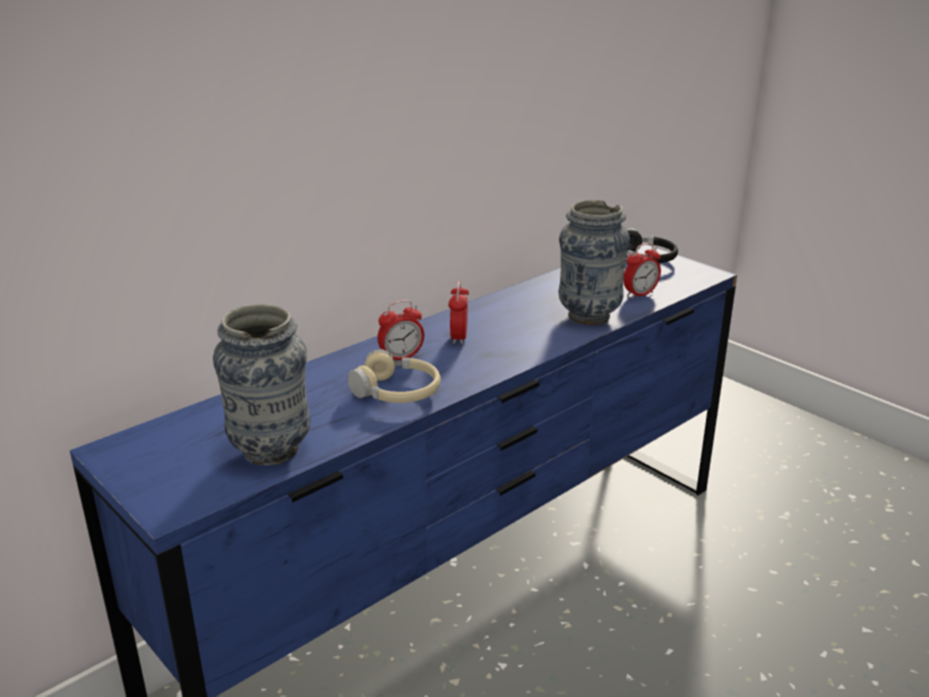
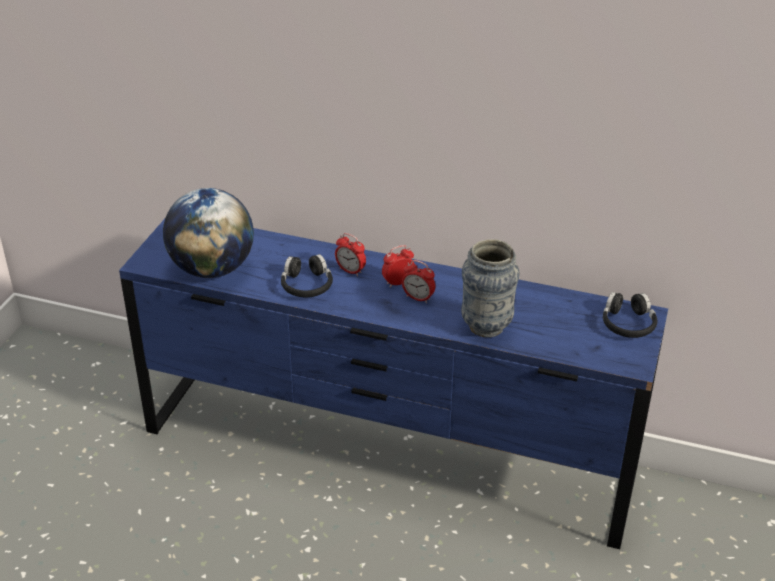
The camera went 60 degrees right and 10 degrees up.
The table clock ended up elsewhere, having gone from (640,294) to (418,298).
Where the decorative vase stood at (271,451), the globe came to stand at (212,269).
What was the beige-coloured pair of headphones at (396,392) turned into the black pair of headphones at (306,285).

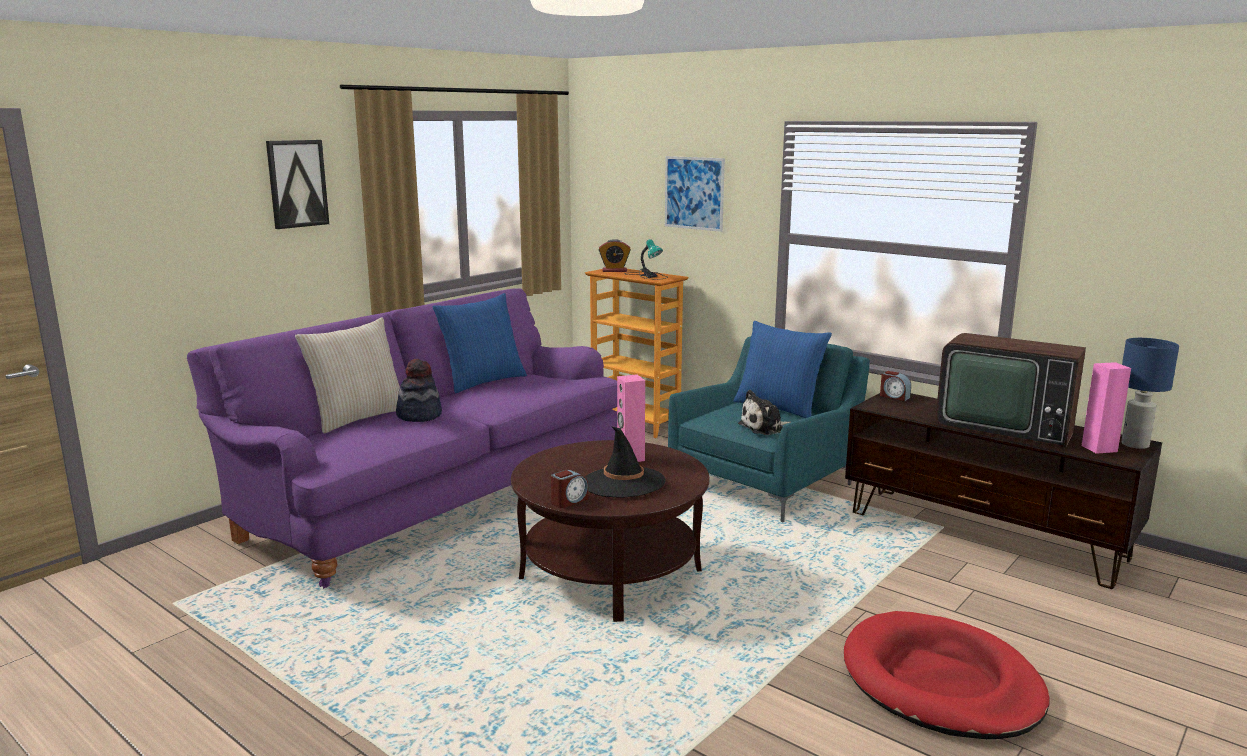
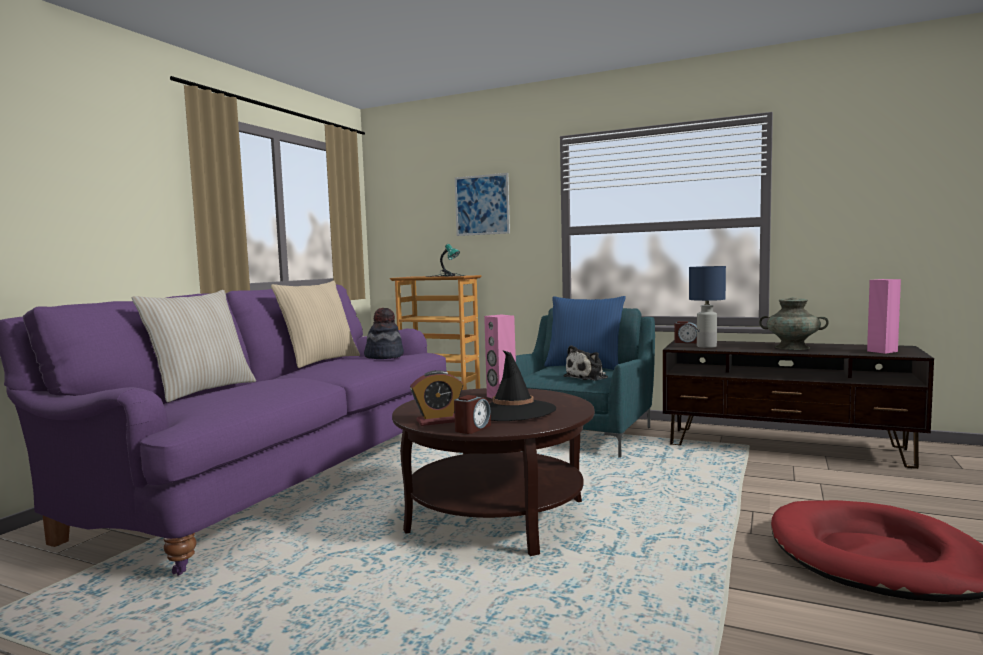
The camera went 15 degrees left and 10 degrees down.
The second view lost the wall picture at (297,183).
The table clock ended up elsewhere, having gone from (614,270) to (438,421).
What was the blue cushion at (482,381) turned into the beige-coloured cushion at (319,361).
Where the television stood at (1003,425), the turquoise decorative vase came to stand at (792,347).
The blue lamp for a table ended up elsewhere, having gone from (1134,445) to (706,346).
The wearable hat ended up elsewhere, having gone from (419,415) to (384,356).

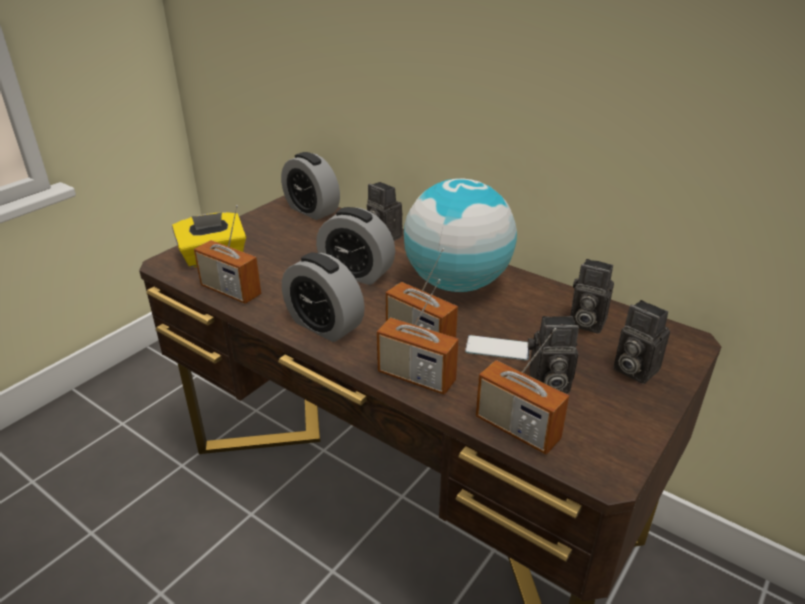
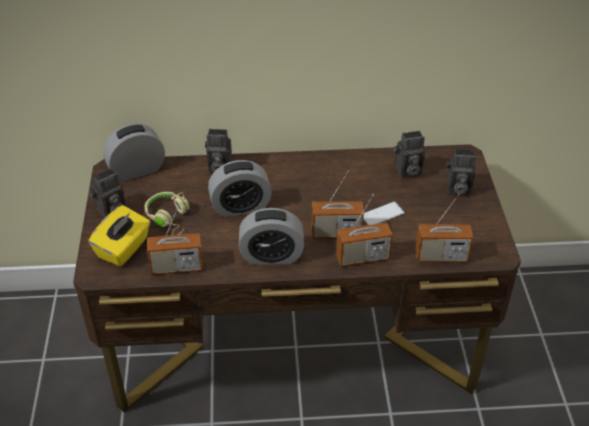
The camera went 40 degrees left and 10 degrees up.
The table clock at (312,210) ended up facing another way, 150 degrees clockwise from before.
The second view lost the globe at (456,283).
The still camera ended up elsewhere, having gone from (547,383) to (111,212).
The second view gained the beige-coloured pair of headphones at (170,218).

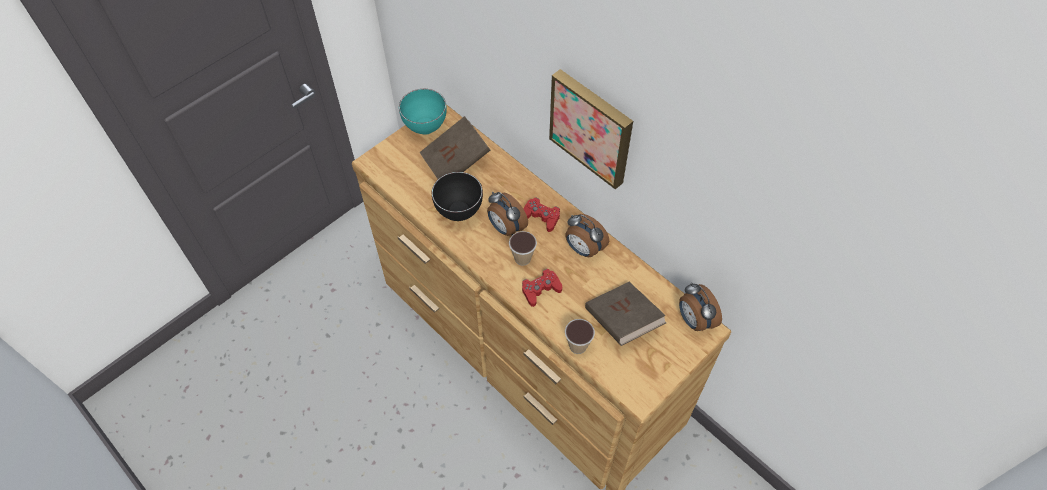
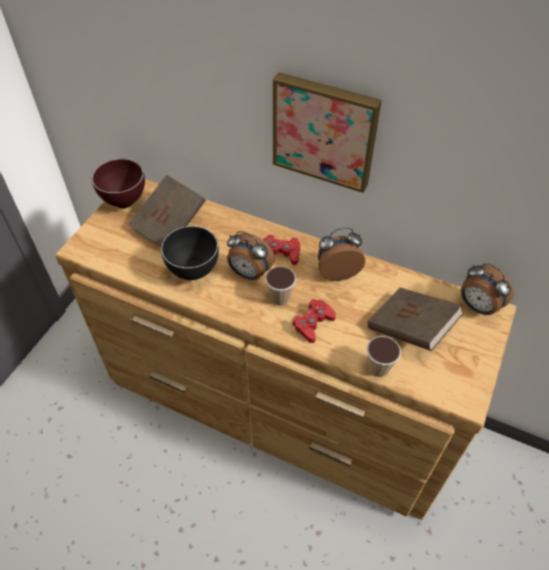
The camera went 20 degrees left and 5 degrees down.
What was the turquoise bowl at (425,129) turned into the brown bowl at (124,203).
The table clock at (583,249) ended up facing another way, 150 degrees clockwise from before.

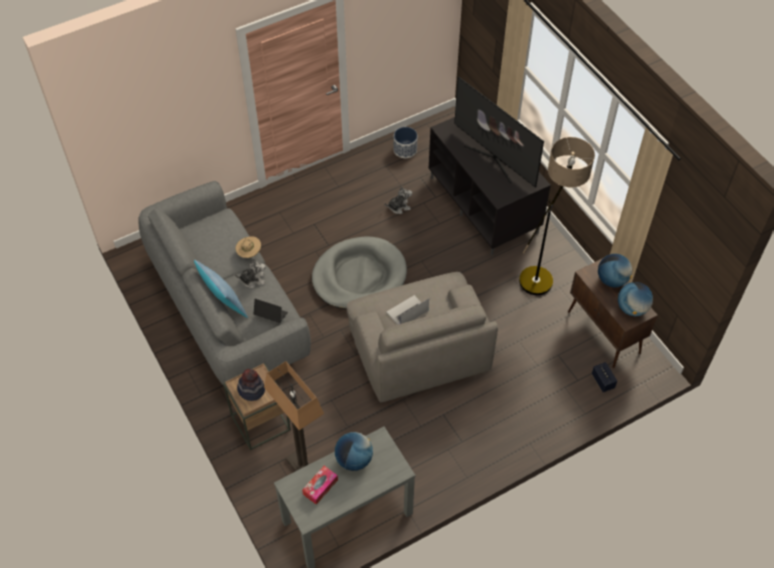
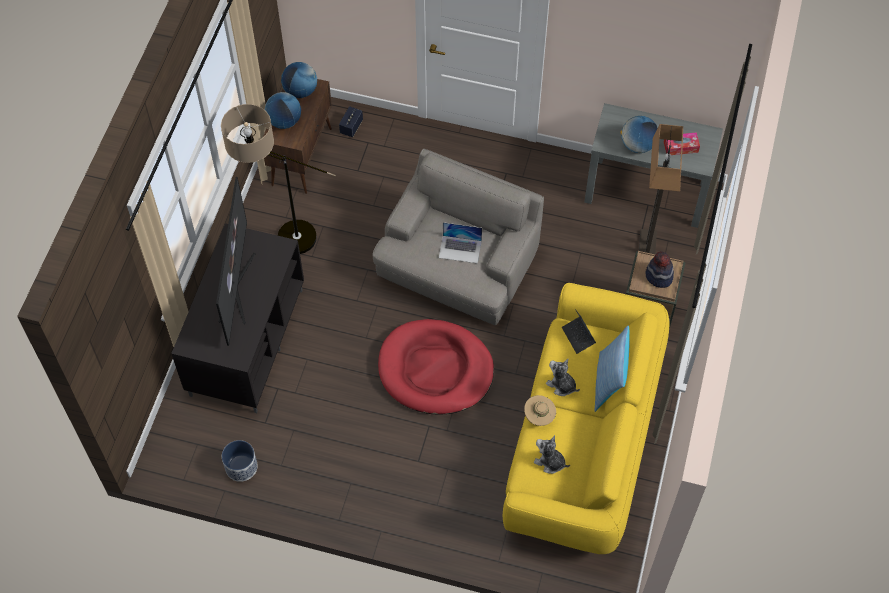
The camera went 135 degrees left and 5 degrees up.
What was the grey settee at (227,308) turned into the yellow-coloured settee at (582,440).
The plush toy ended up elsewhere, having gone from (399,207) to (550,462).
What was the grey pet bed at (359,276) turned into the red pet bed at (435,370).

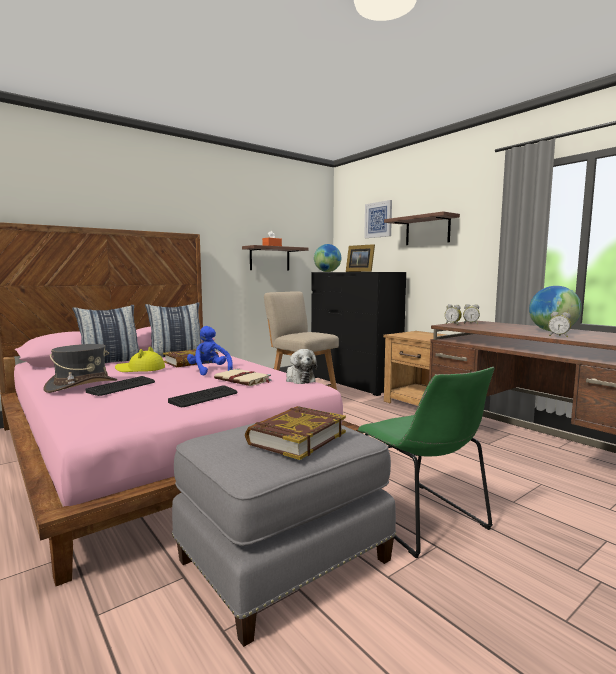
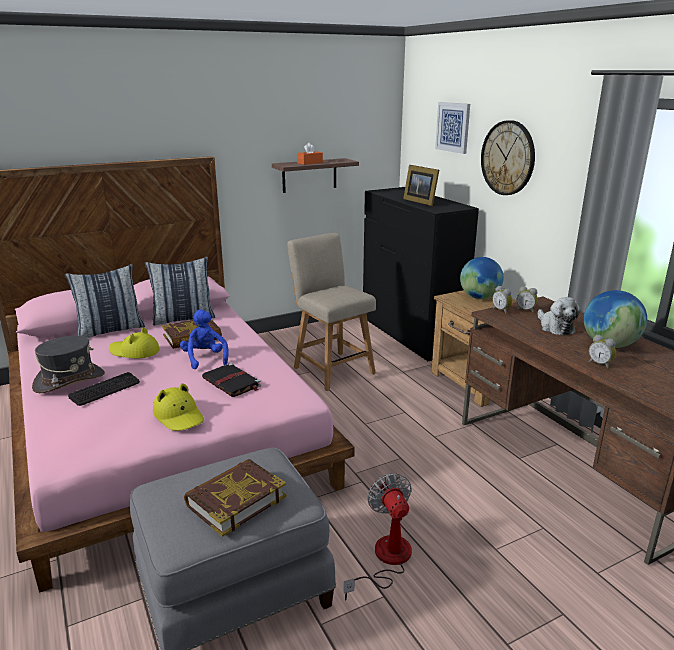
The camera went 10 degrees right and 15 degrees up.
Where the shelf hung at (427,230), the clock on the wall came to hang at (508,158).
The globe ended up elsewhere, having gone from (327,272) to (479,297).
The plush toy ended up elsewhere, having gone from (299,379) to (555,327).
Where the greenish plain chair stood at (421,519), the cooling fan came to stand at (385,560).
What was the beige-coloured bound book at (243,380) turned into the black bound book at (232,383).
Where the keyboard stood at (204,397), the yellow-coloured wearable hat came to stand at (179,416).

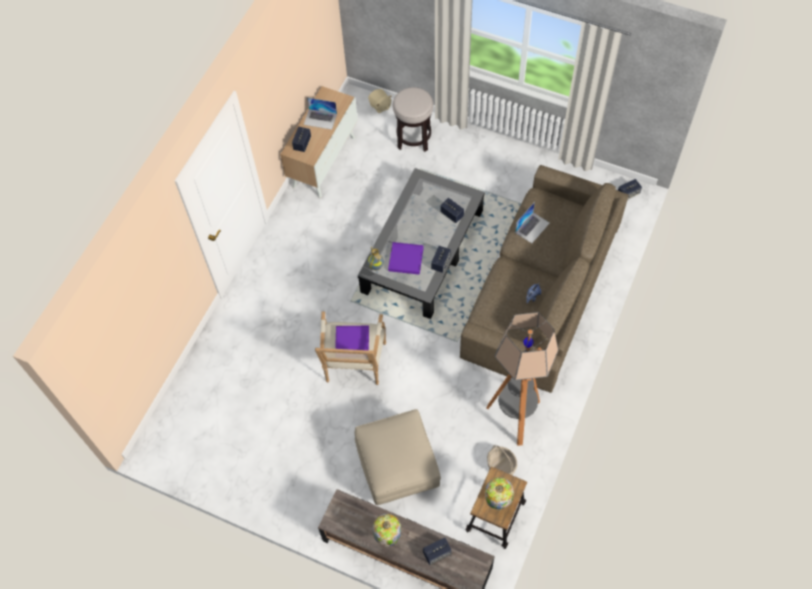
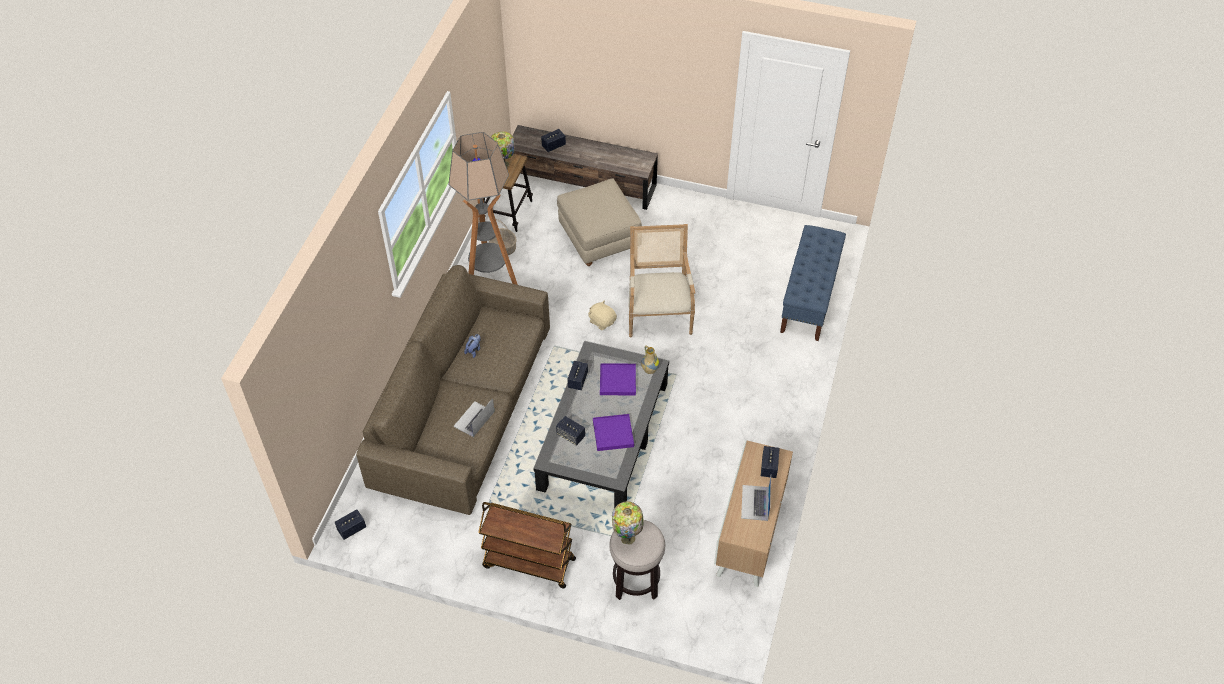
The camera went 170 degrees right and 10 degrees down.
The beige-coloured plush toy ended up elsewhere, having gone from (380,106) to (602,321).
The portable computer at (320,119) ended up facing another way, 90 degrees counterclockwise from before.
The purple-coloured serving tray ended up elsewhere, having gone from (352,342) to (613,433).
The lamp for a table ended up elsewhere, having gone from (387,538) to (627,537).
The second view gained the blue long seat at (809,298).
The second view gained the brown cart at (528,563).

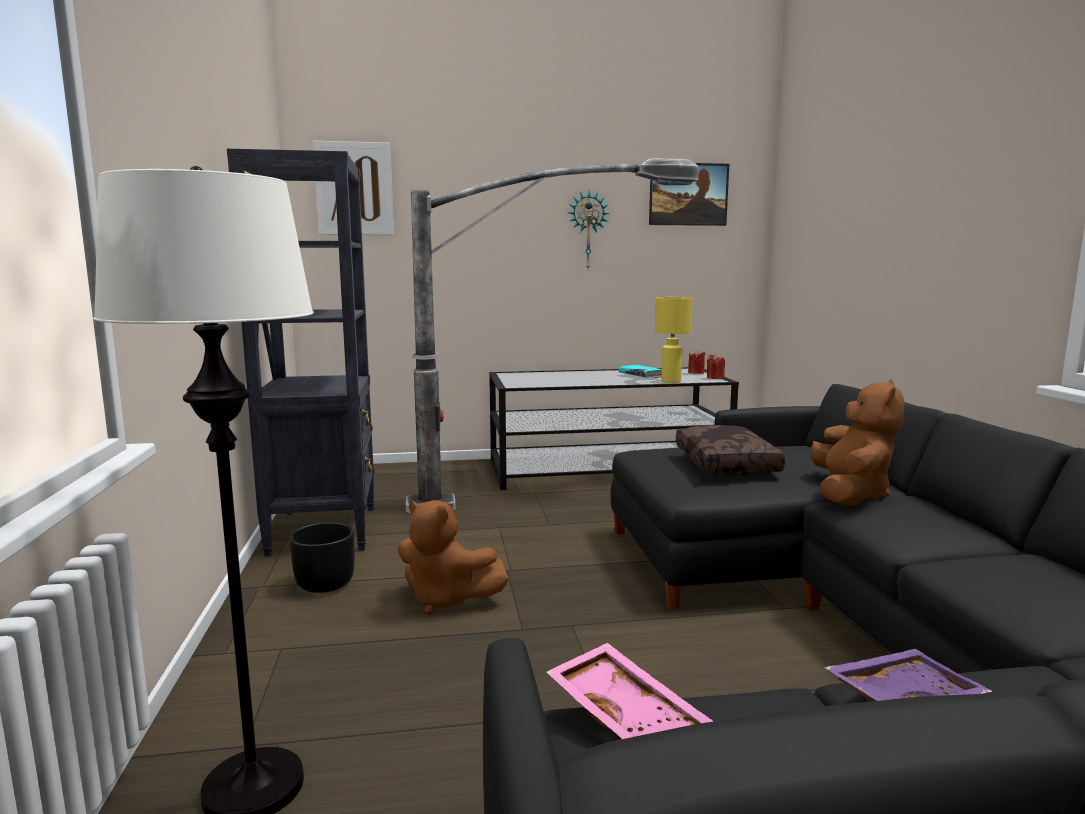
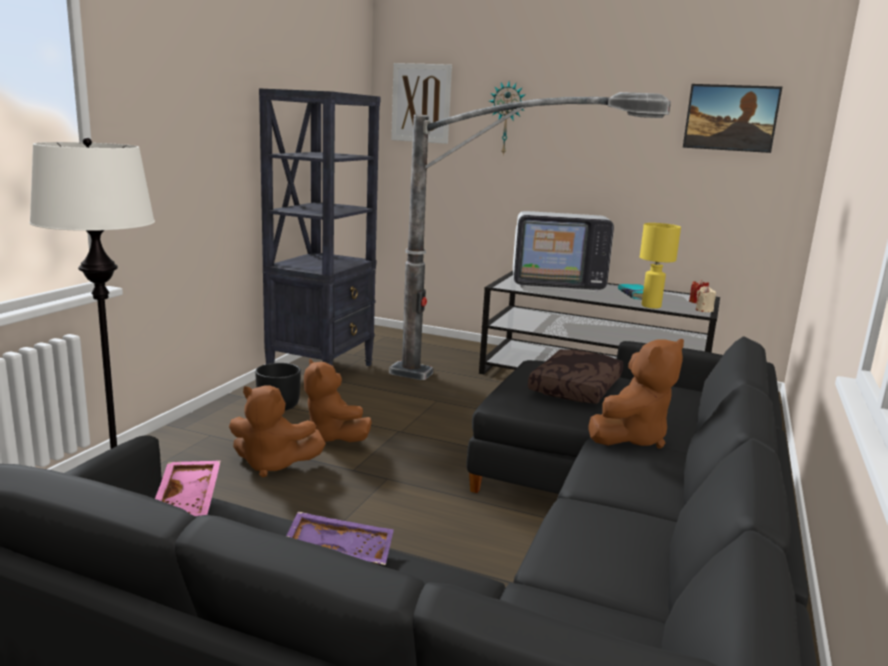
The camera went 30 degrees right and 5 degrees up.
The clock on the wall ended up elsewhere, having gone from (587,231) to (506,118).
What was the red candle at (715,377) turned into the beige-coloured candle at (704,310).
The second view gained the television at (557,284).
The second view gained the brown plush toy at (273,465).

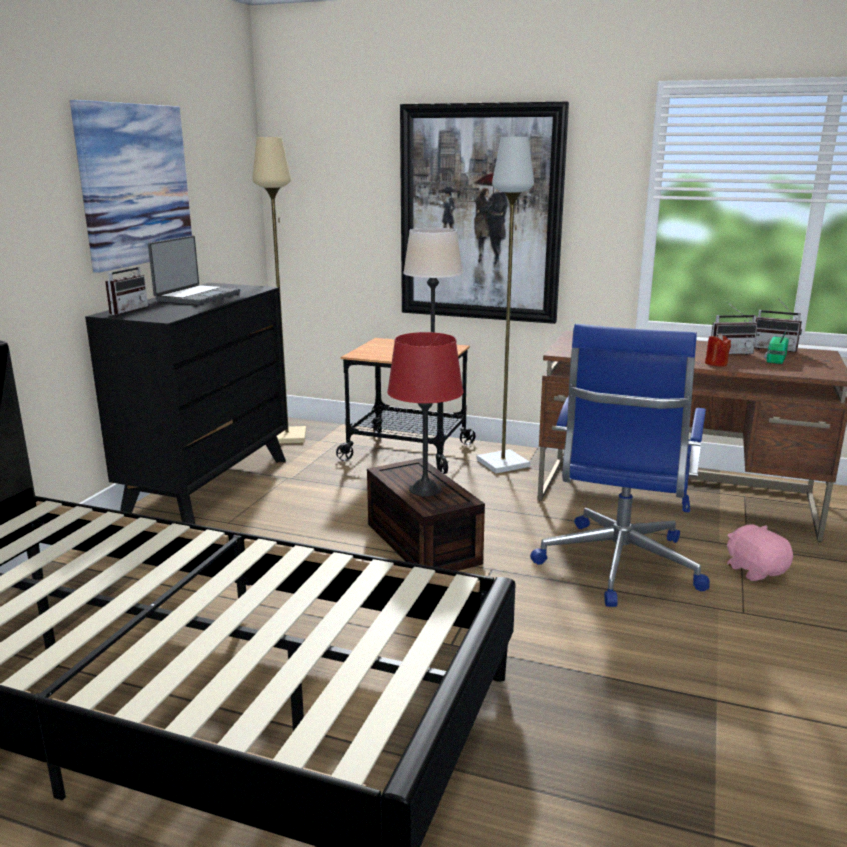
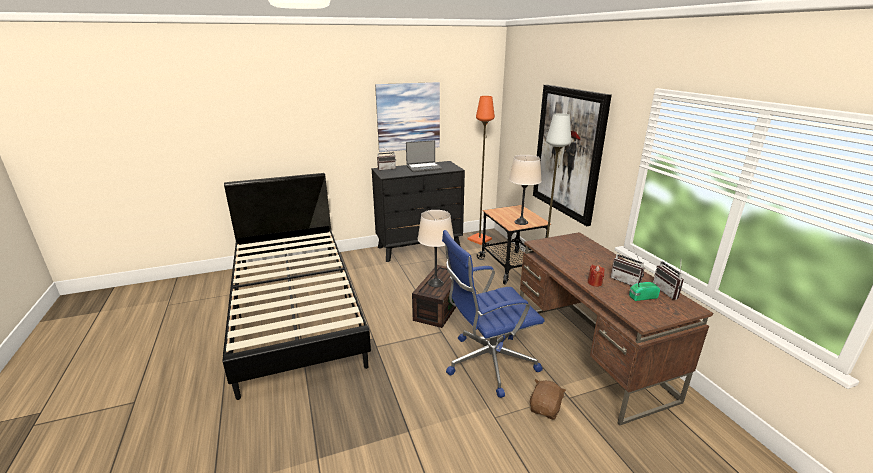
The camera went 50 degrees right and 5 degrees up.
What was the beige-coloured standard lamp at (288,436) turned into the orangey standard lamp at (480,239).
What was the red lamp for a table at (425,489) turned into the beige-coloured lamp for a table at (435,283).
What was the pink plush toy at (755,570) turned into the brown plush toy at (545,408).

